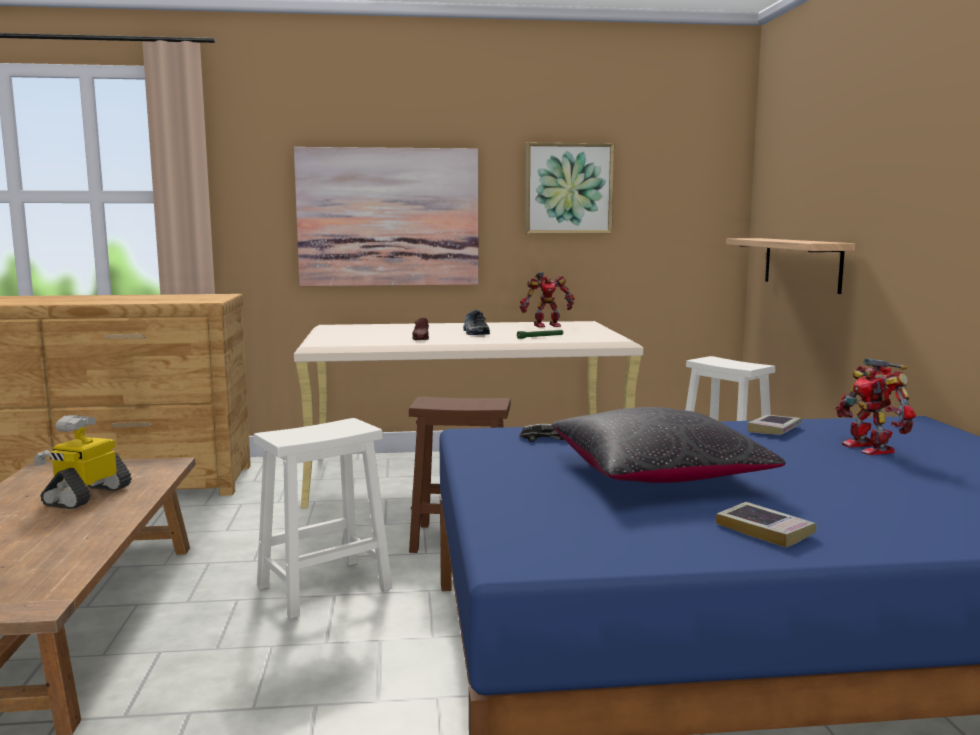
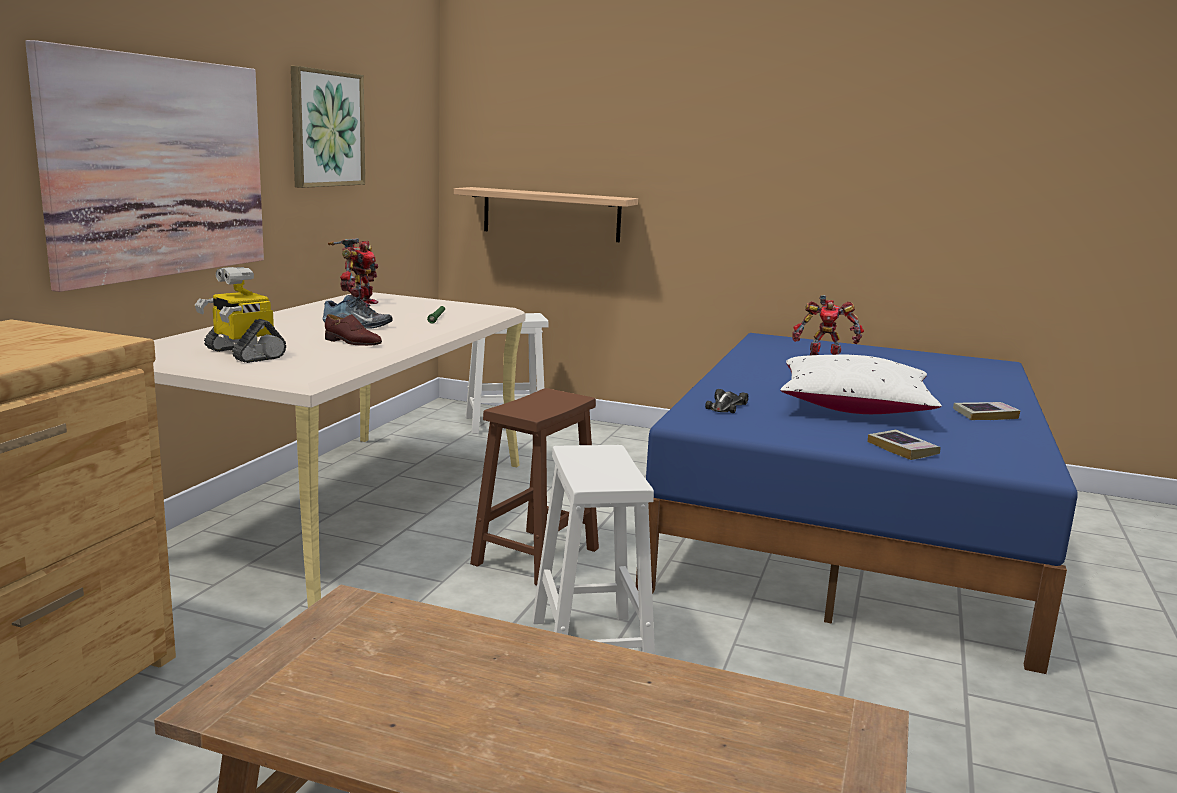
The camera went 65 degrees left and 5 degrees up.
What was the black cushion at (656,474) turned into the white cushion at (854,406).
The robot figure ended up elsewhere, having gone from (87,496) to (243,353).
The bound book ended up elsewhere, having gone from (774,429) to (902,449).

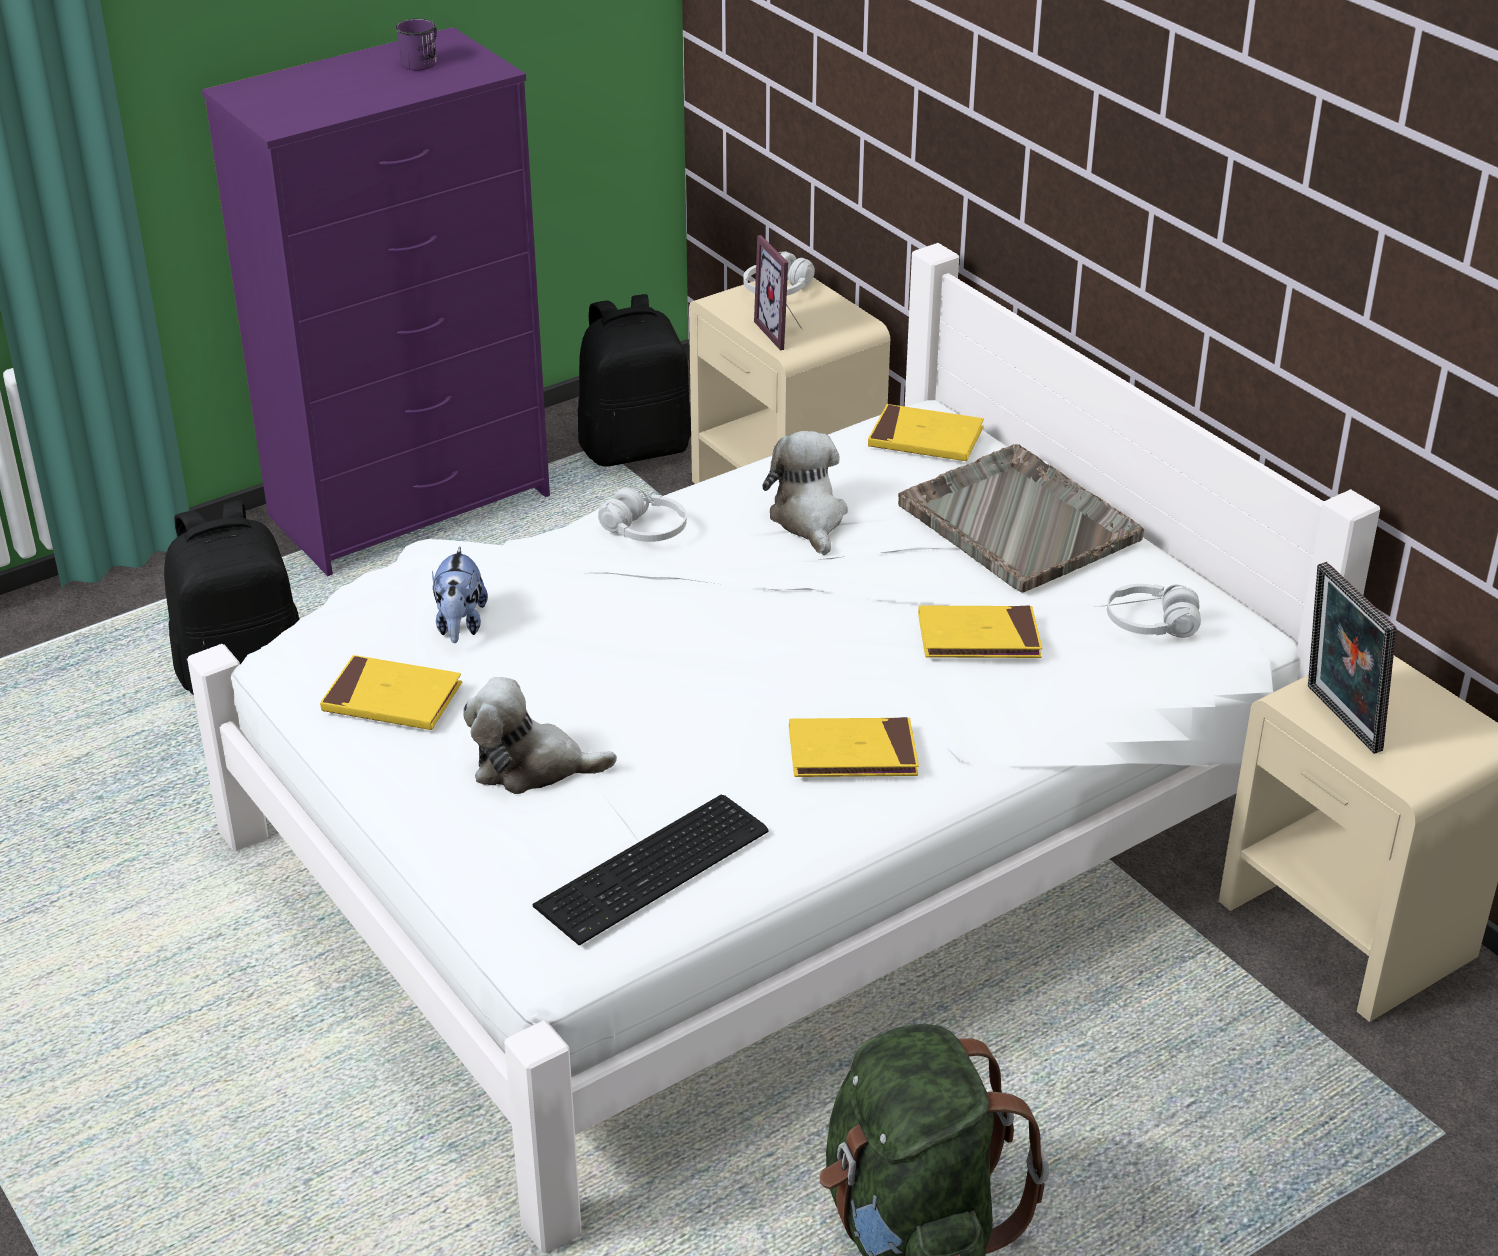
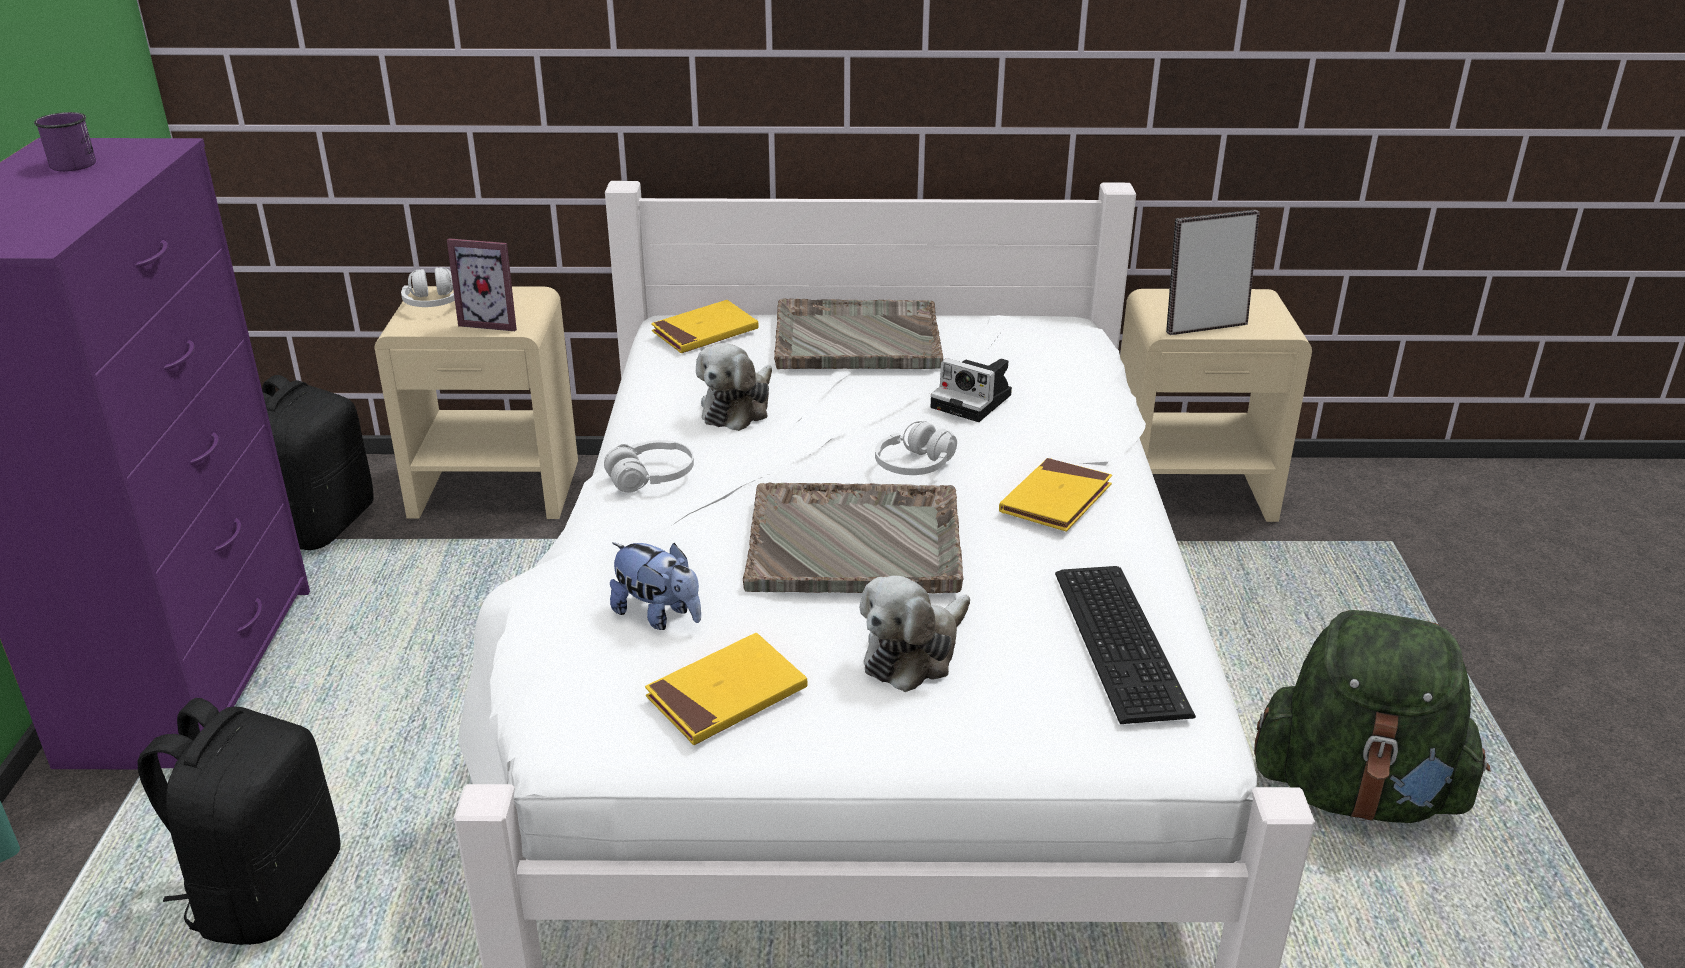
The camera went 55 degrees left and 5 degrees down.
The plush toy at (809,519) ended up facing another way, 90 degrees counterclockwise from before.
The standing frame at (1337,720) ended up facing another way, 150 degrees clockwise from before.
The white pair of headphones ended up elsewhere, having gone from (1151,624) to (914,466).
Where the yellow-coloured bound book stood at (978,638), the still camera came to stand at (974,401).
The second view gained the grey serving tray at (856,543).

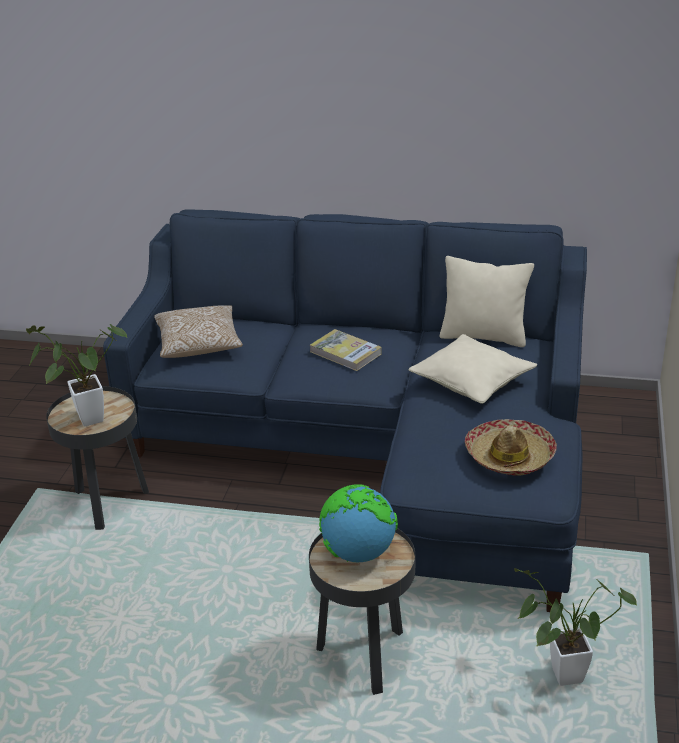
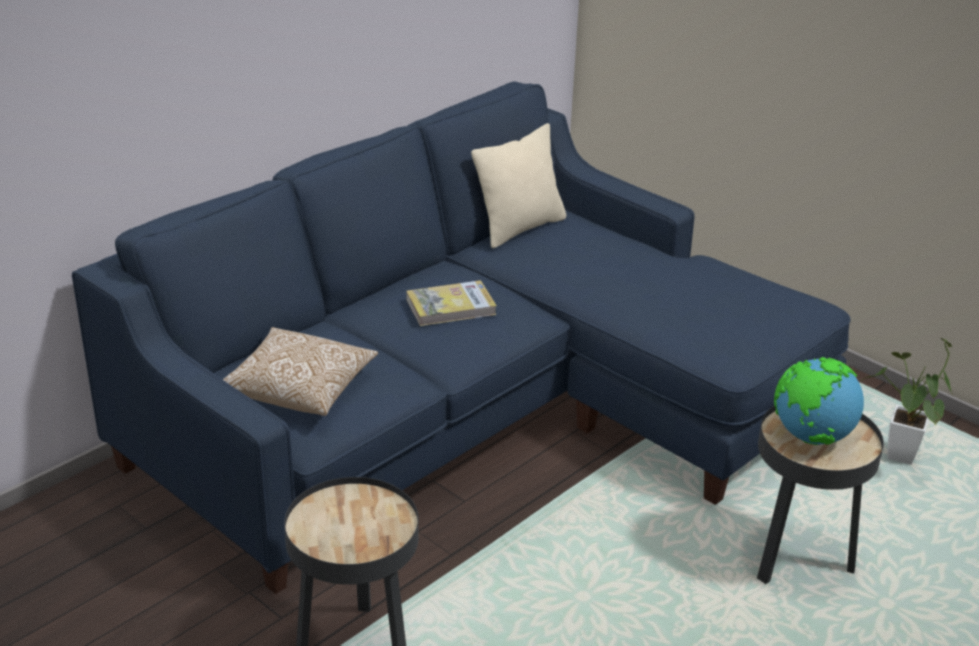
The camera went 60 degrees left and 0 degrees up.
The second view lost the potted plant at (84,421).
The second view lost the beige-coloured cushion at (472,381).
The second view lost the wearable hat at (509,456).

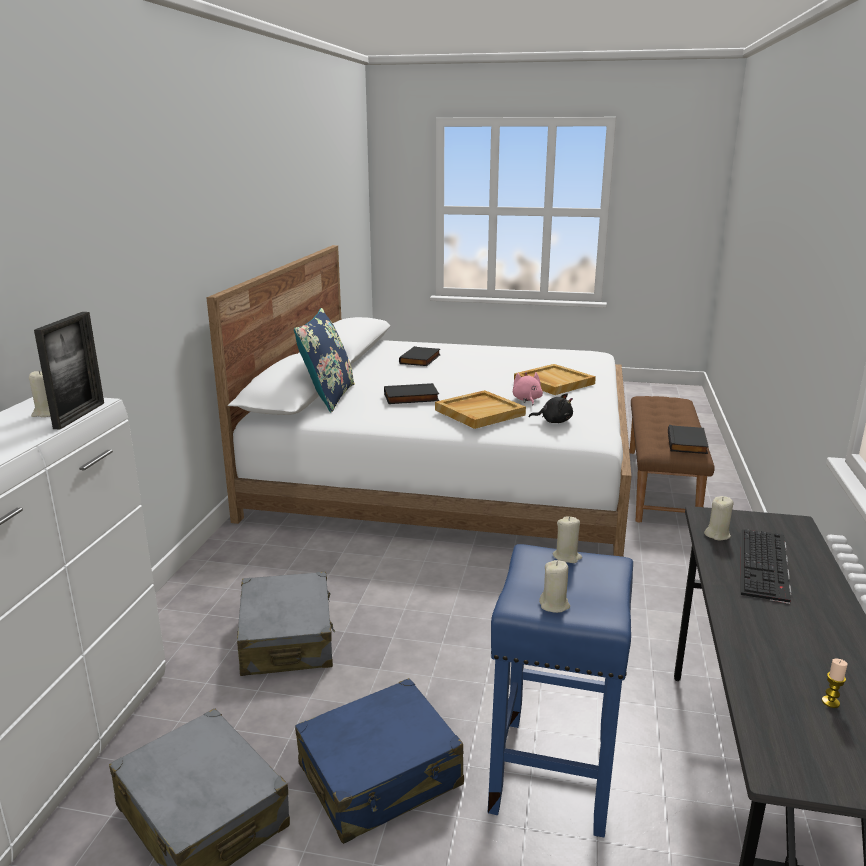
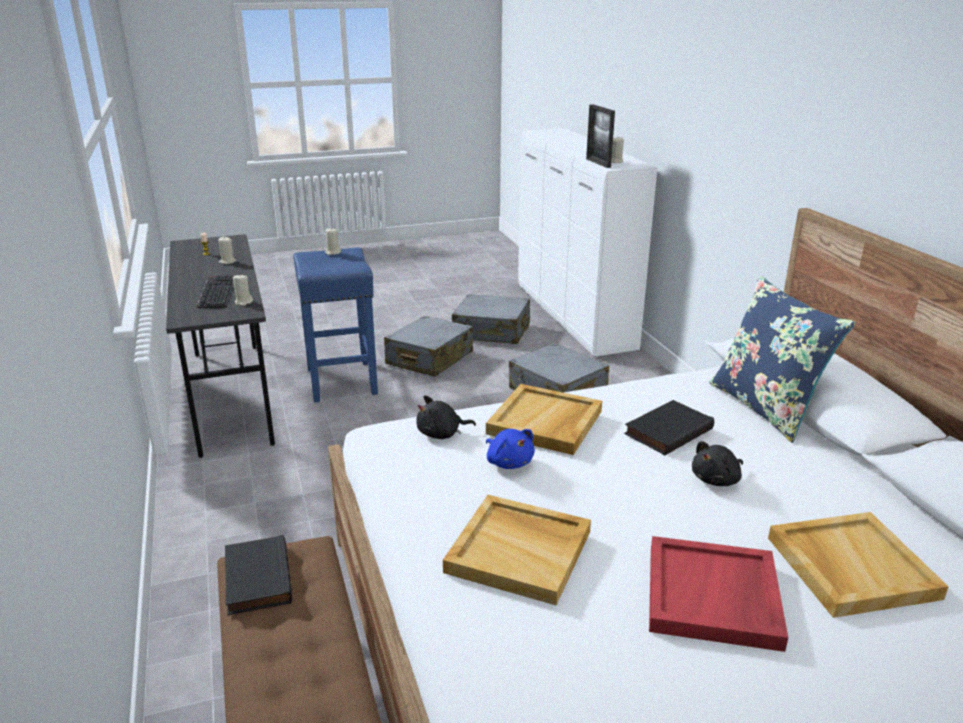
The camera went 150 degrees right and 5 degrees up.
Where the black bound book stood at (421,359), the beige-coloured serving tray came to stand at (849,566).
What was the pink plush toy at (527,400) turned into the blue plush toy at (509,462).
The beige-coloured candle ended up elsewhere, having gone from (567,557) to (227,262).
What was the blue suitcase at (380,776) turned into the grey suitcase at (429,359).
The second view gained the black plush toy at (717,480).
The second view gained the red serving tray at (713,597).

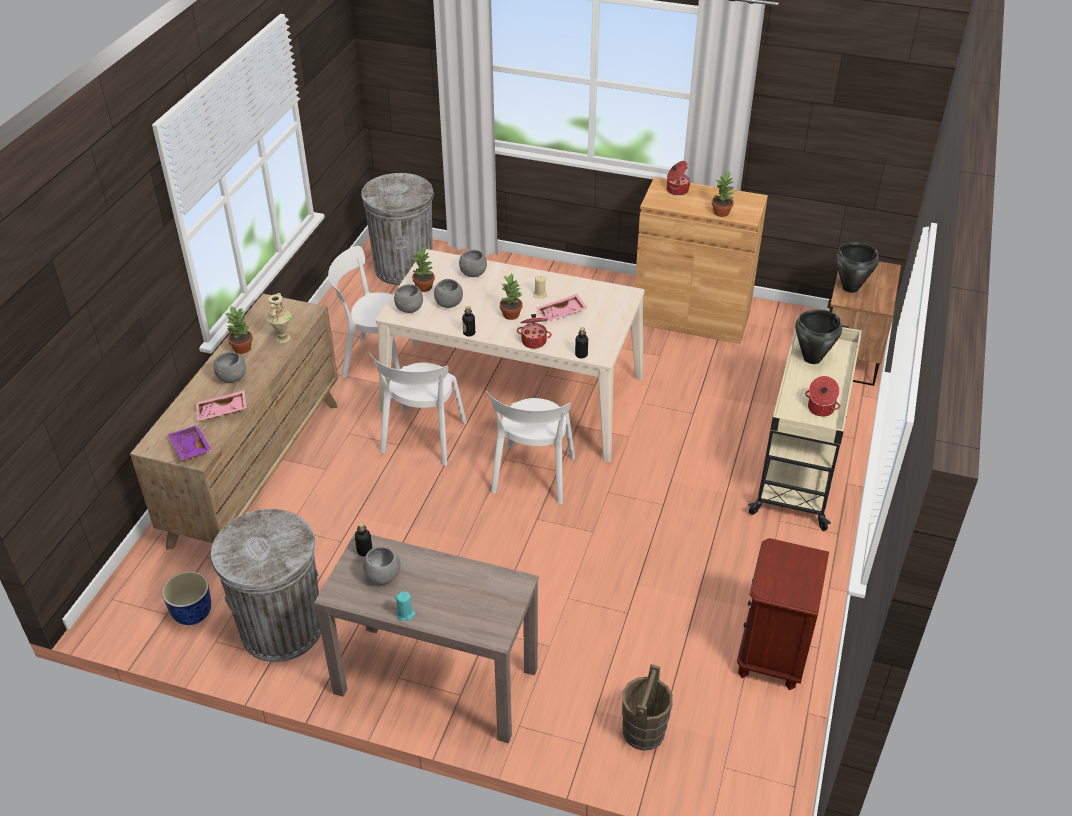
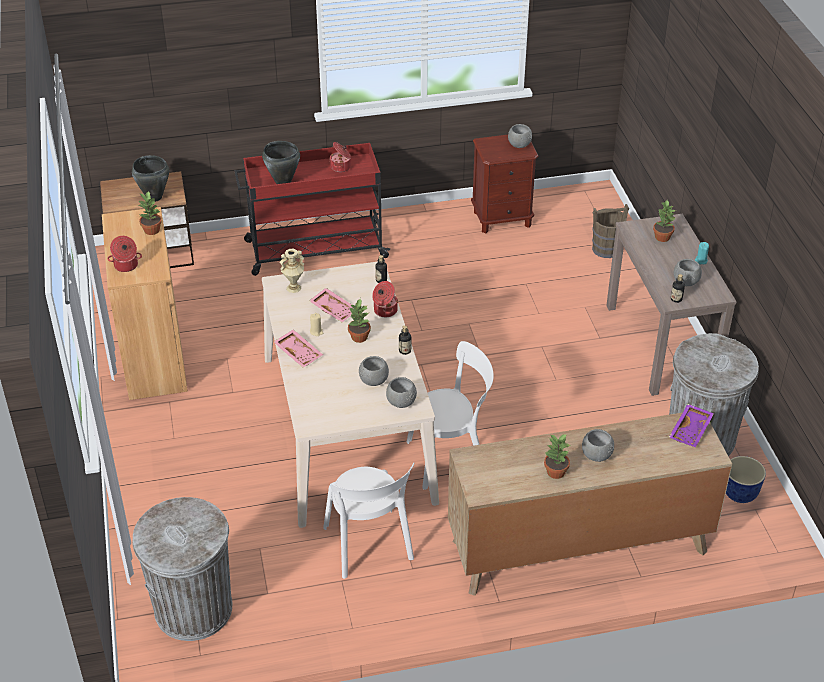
The camera went 120 degrees left and 0 degrees up.
The potted plant ended up elsewhere, having gone from (424,287) to (662,237).
The grey bowl ended up elsewhere, having gone from (473,273) to (519,145).
The beige-coloured decorative vase ended up elsewhere, having gone from (282,338) to (293,288).
What was the beige-coloured cart at (799,464) turned into the red cart at (314,249).
The pink serving tray ended up elsewhere, having gone from (222,411) to (299,353).
The second view lost the white plain chair at (532,477).

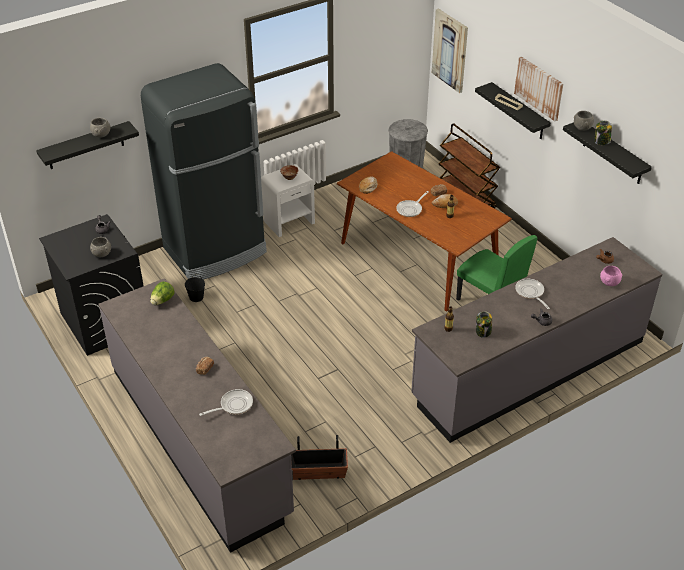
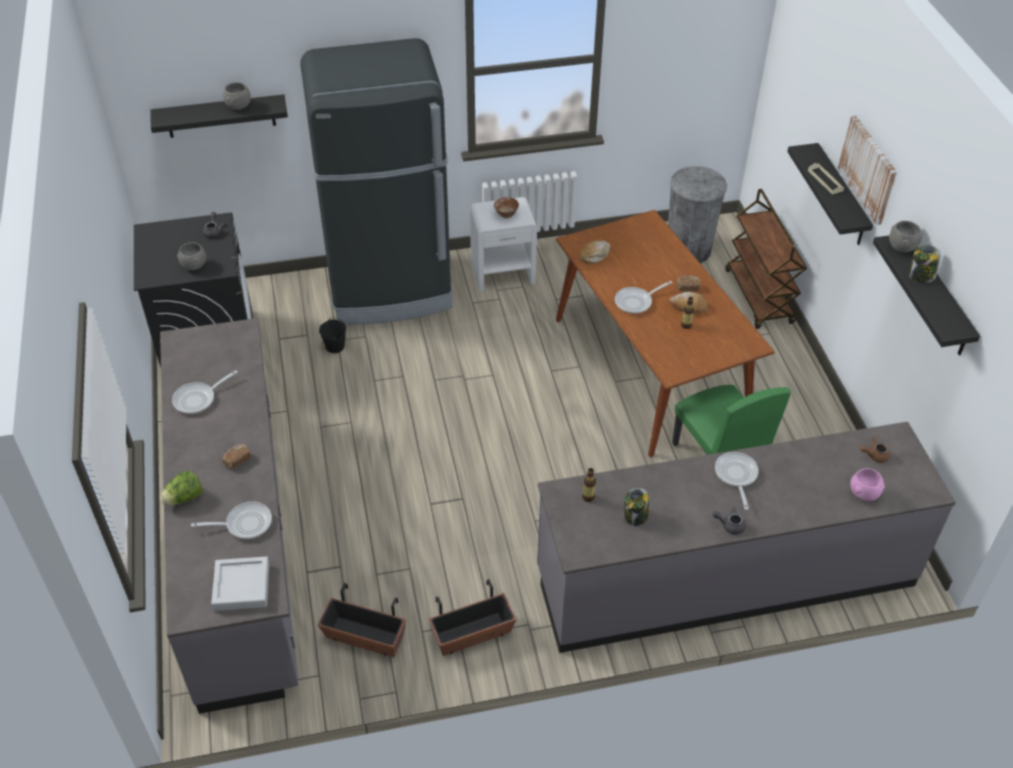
The camera went 20 degrees right and 5 degrees up.
The second view lost the wall picture at (450,50).
The lettuce head ended up elsewhere, having gone from (162,301) to (184,498).
The second view gained the pan at (198,399).
The second view gained the grey serving tray at (241,587).
The second view gained the flower pot at (472,634).

